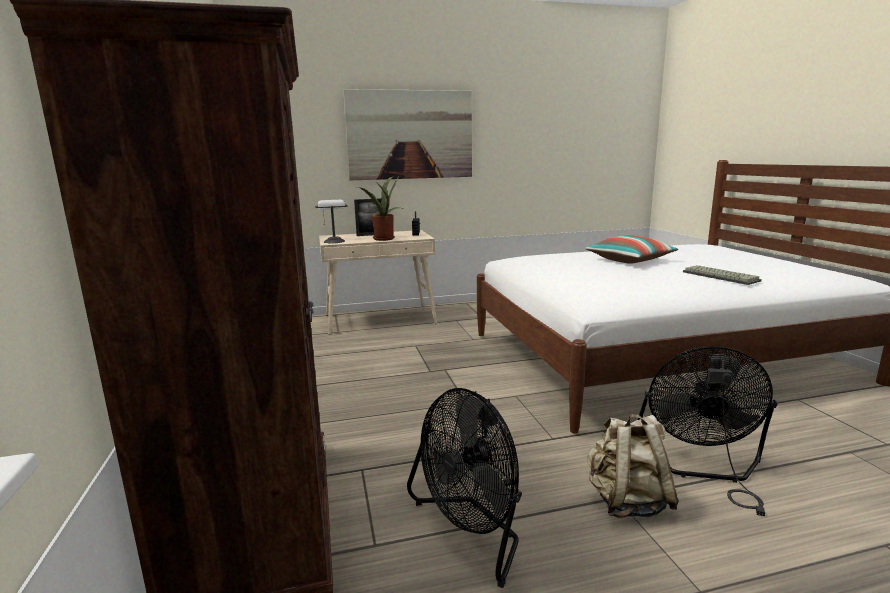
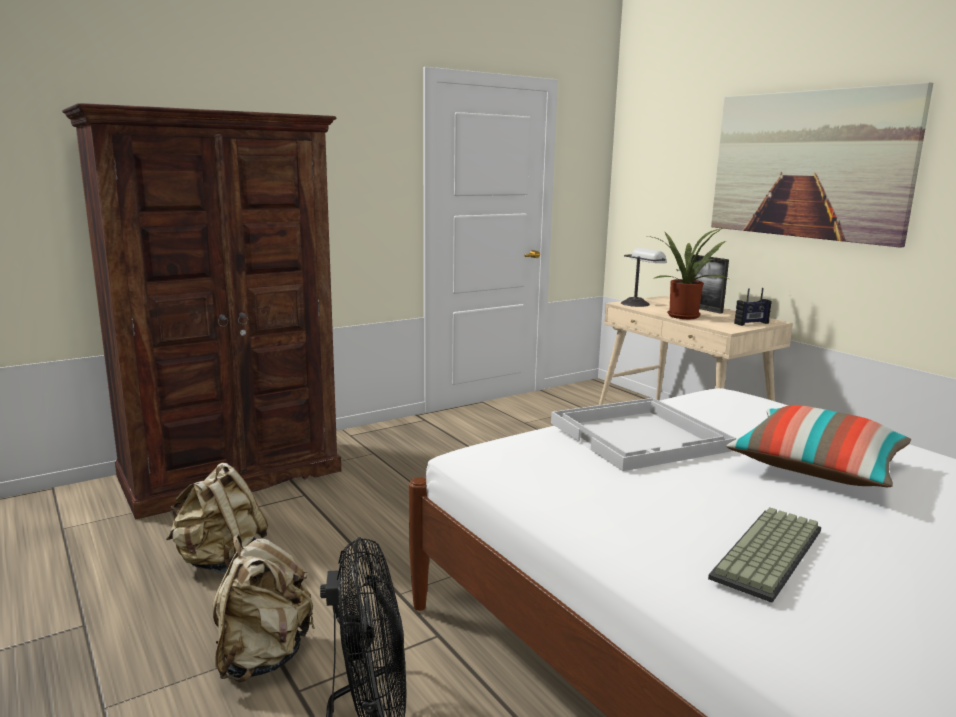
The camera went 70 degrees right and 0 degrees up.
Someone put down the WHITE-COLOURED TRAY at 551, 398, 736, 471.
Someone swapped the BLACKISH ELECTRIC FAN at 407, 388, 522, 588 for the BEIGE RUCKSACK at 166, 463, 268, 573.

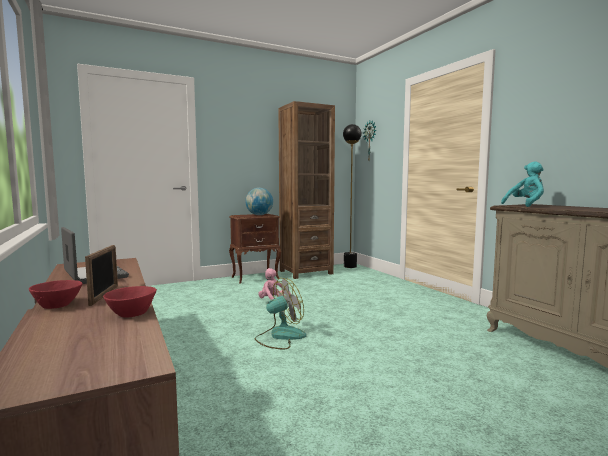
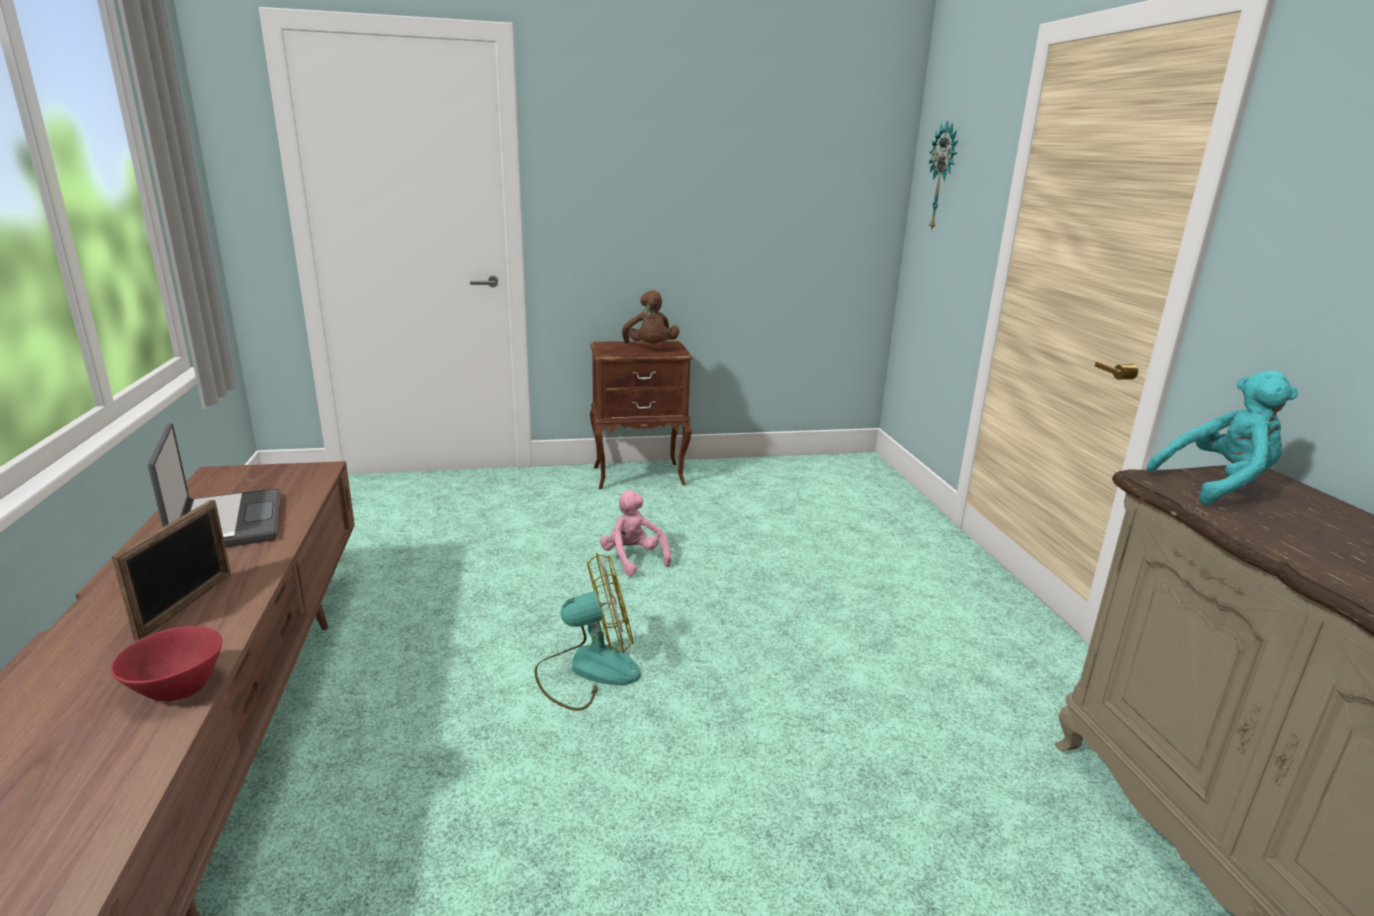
The camera went 15 degrees right and 15 degrees up.
Someone took away the RED-COLOURED DEEP DISH at 29, 280, 82, 309.
Someone took away the BROWNISH BOOKCASE at 278, 101, 335, 279.
Someone took away the BLACKISH STANDING LAMP at 343, 124, 362, 268.
Someone swapped the DESK GLOBE at 245, 188, 273, 215 for the BROWNISH CUDDLY TOY at 622, 290, 680, 344.

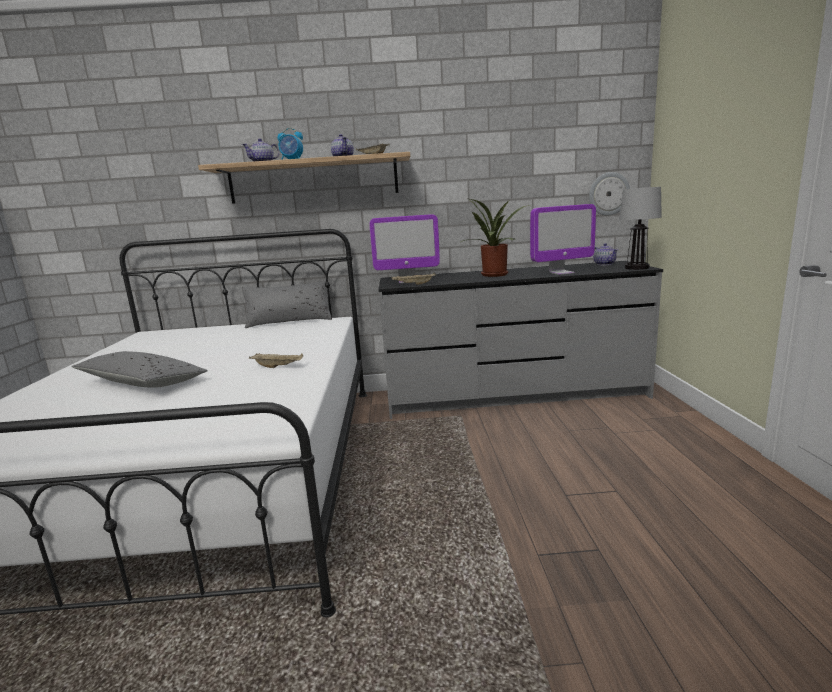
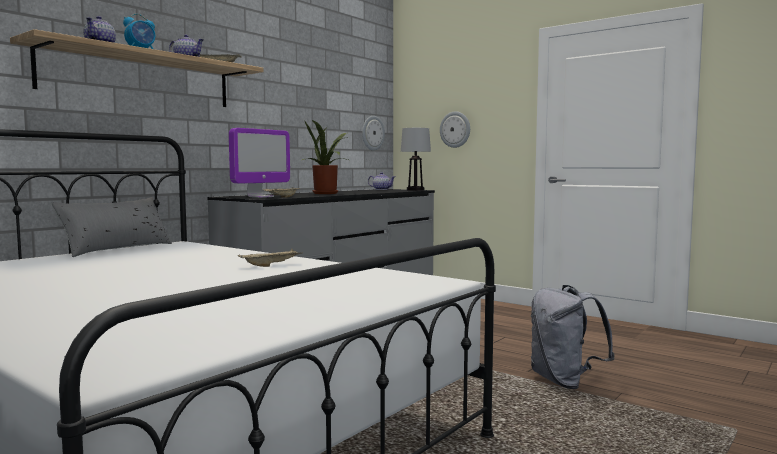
The camera went 50 degrees left and 10 degrees down.
Someone took away the GREY PILLOW at 71, 351, 208, 388.
Someone took away the COMPUTER SCREEN at 530, 204, 596, 275.
Someone put up the HANGING CLOCK at 440, 111, 470, 148.
Someone put down the GREY RUCKSACK at 531, 285, 615, 389.

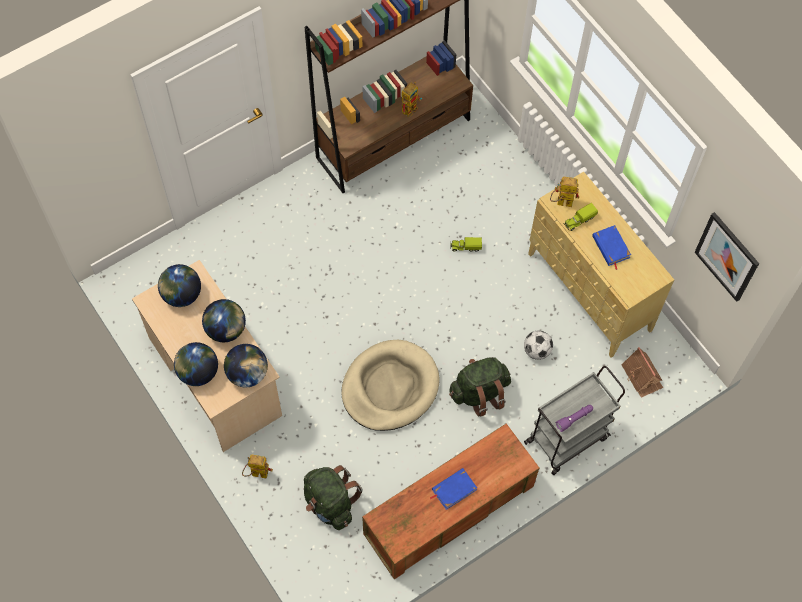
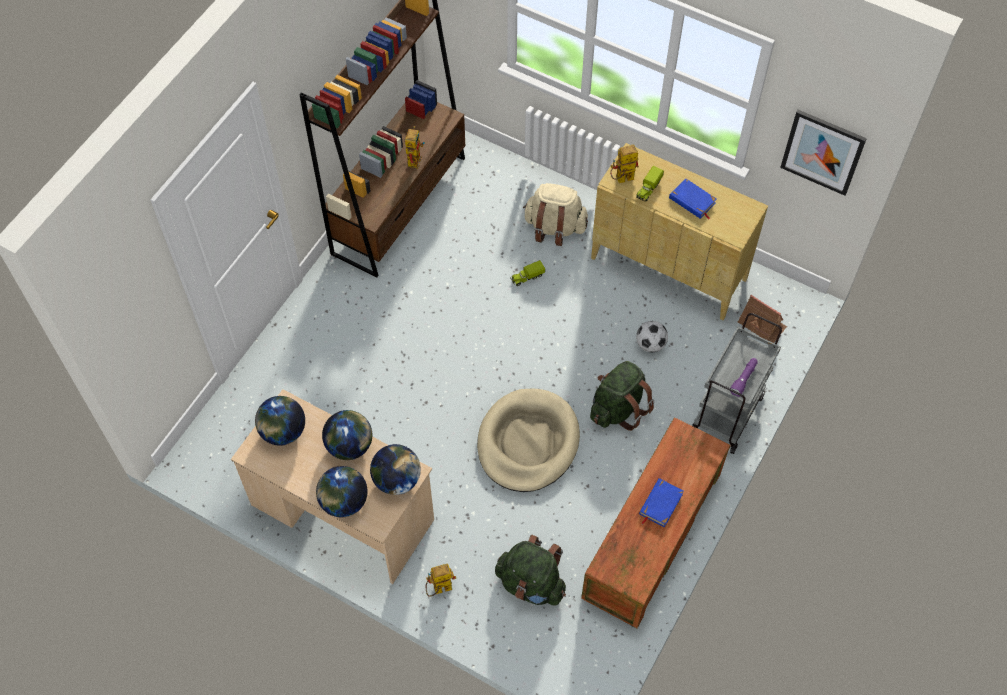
The camera went 25 degrees left and 5 degrees down.
Someone put down the BEIGE RUCKSACK at 523, 183, 588, 246.

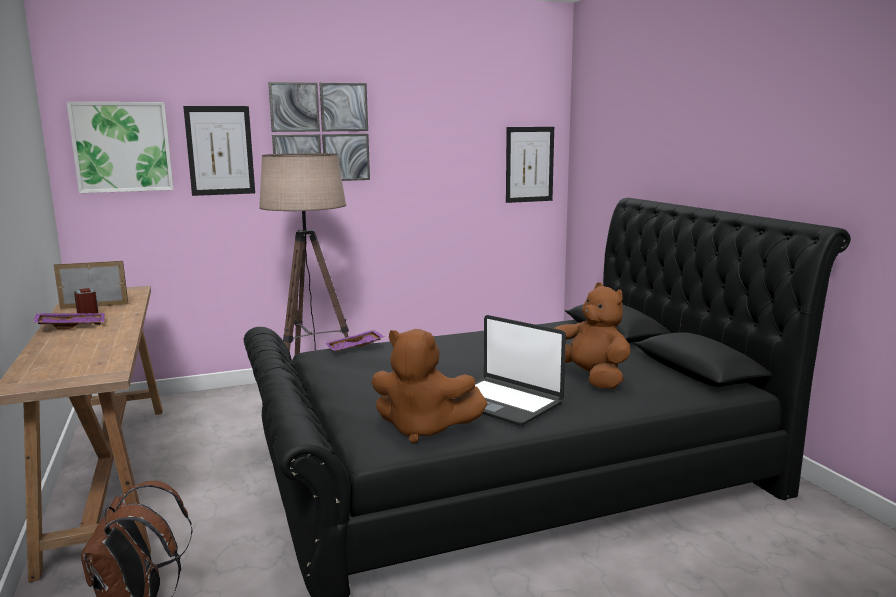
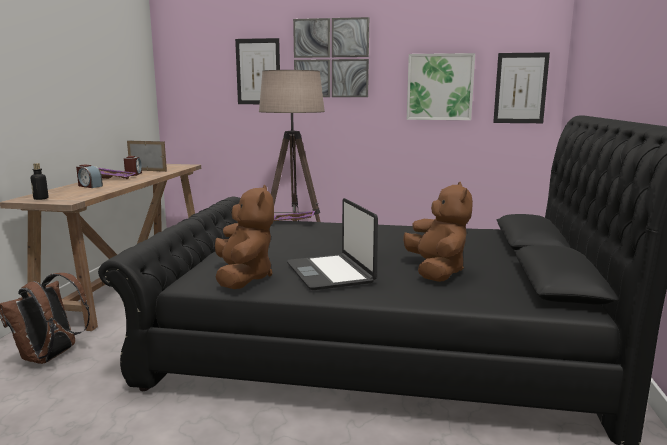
The camera went 30 degrees right and 0 degrees up.
Someone put down the DRINK BOTTLE at 31, 163, 49, 200.
Someone put down the TABLE CLOCK at 76, 164, 103, 188.
Someone carried the PICTURE from 67, 102, 174, 193 to 407, 53, 475, 120.
Someone rotated the BROWNISH CUDDLY TOY at 371, 329, 488, 444 by 150 degrees counterclockwise.

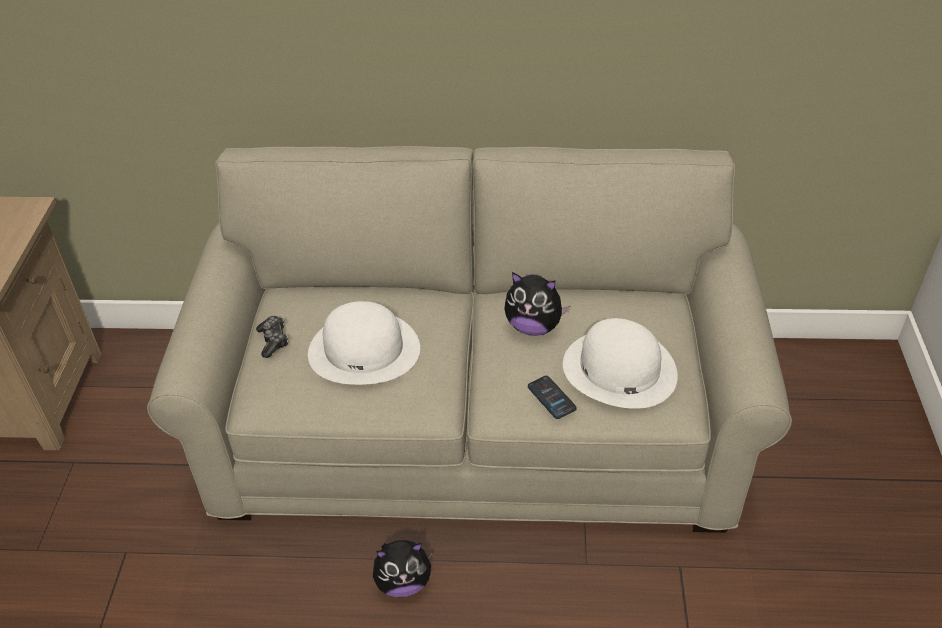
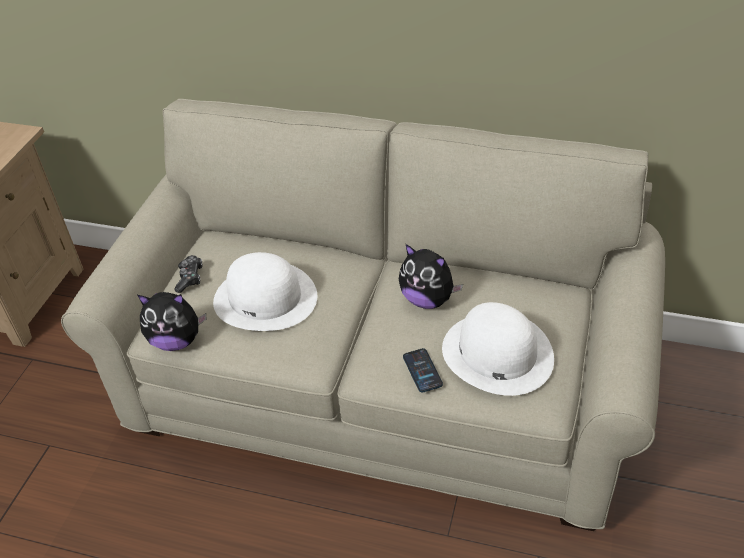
The camera went 15 degrees right and 0 degrees up.
Someone carried the CUDDLY TOY from 373, 540, 433, 597 to 138, 292, 206, 351.

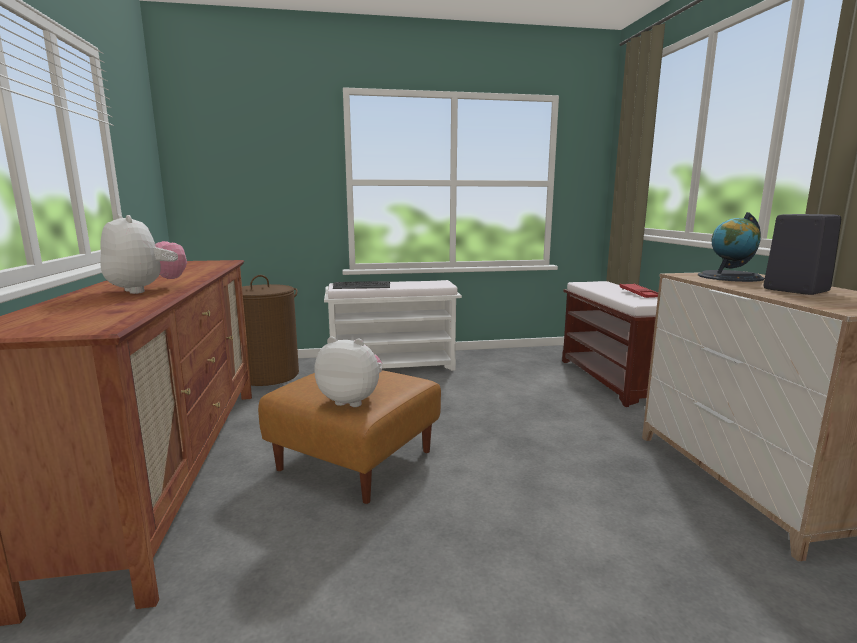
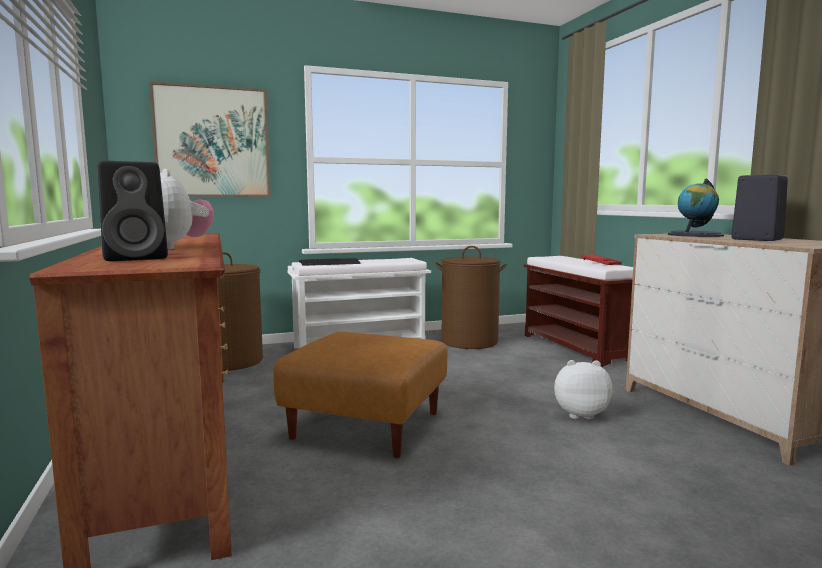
The camera went 10 degrees left and 5 degrees down.
Someone put down the BLACKISH AUDIO SPEAKER at 98, 161, 168, 261.
Someone put up the PICTURE at 149, 81, 271, 197.
Someone put down the BROWNISH LAUNDRY BASKET at 435, 246, 507, 349.
Someone carried the CUDDLY TOY from 314, 337, 382, 407 to 554, 360, 612, 419.

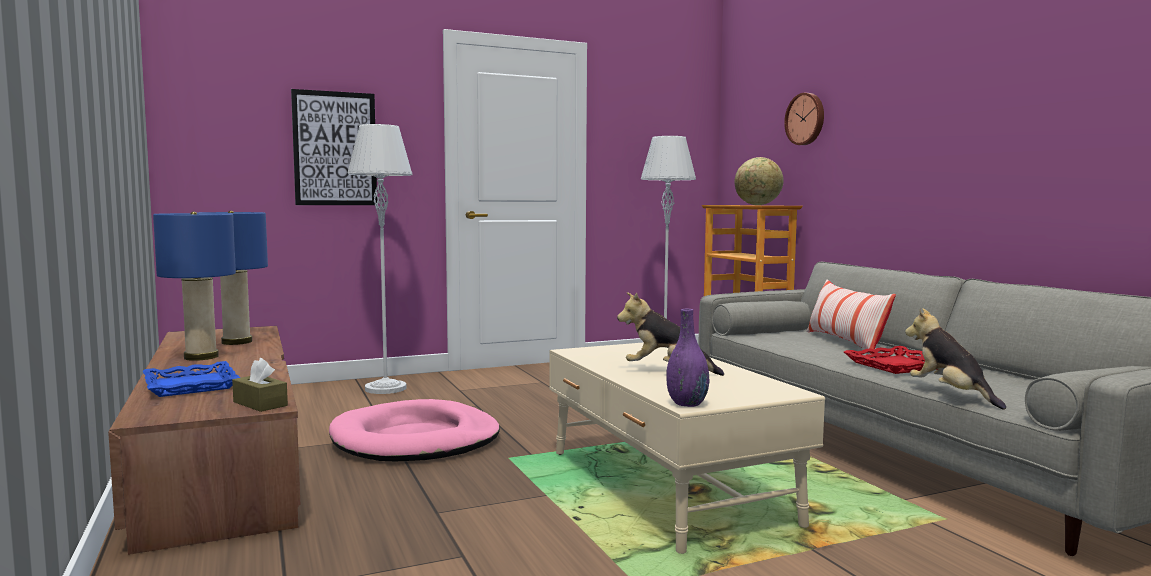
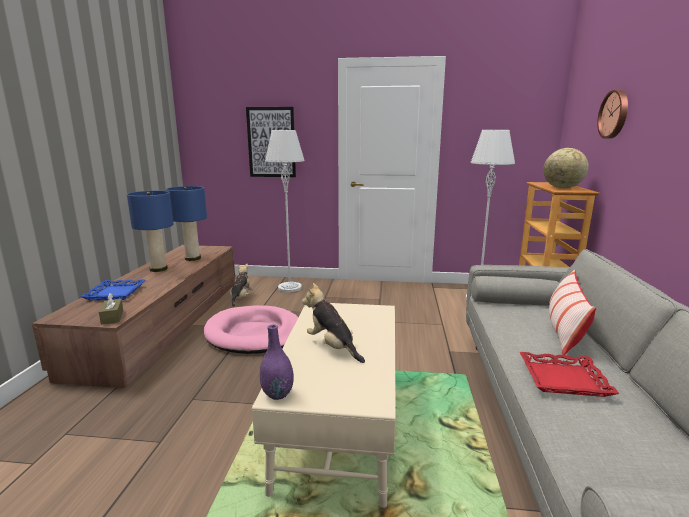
The camera went 30 degrees right and 10 degrees up.
Someone carried the CUDDLY TOY from 905, 308, 1006, 409 to 230, 264, 253, 307.

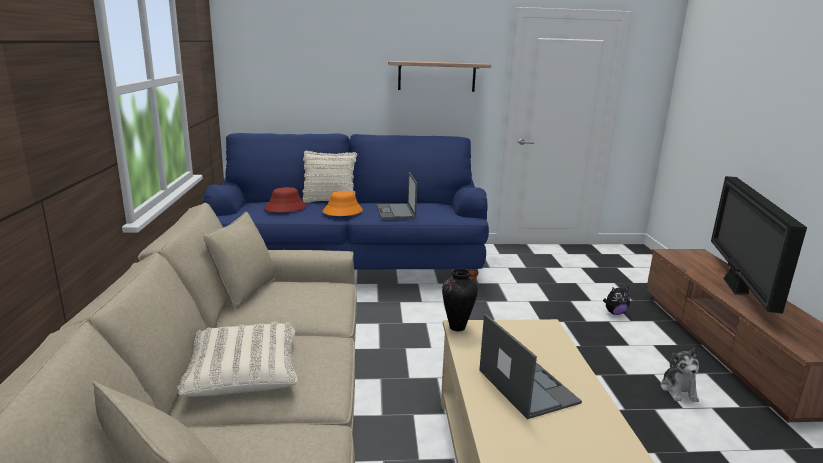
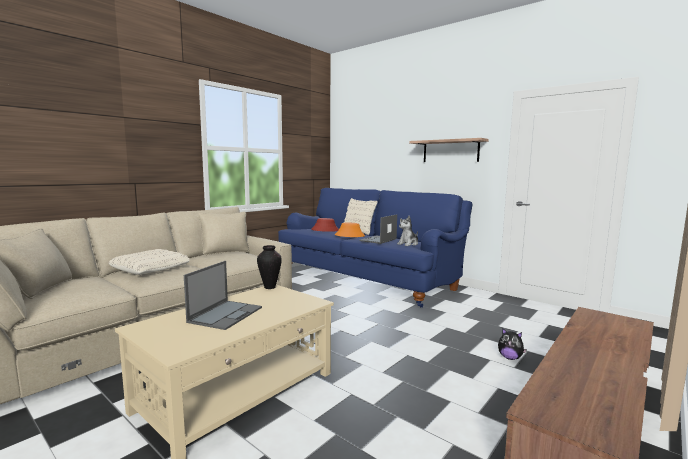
The camera went 45 degrees right and 10 degrees down.
Someone took away the TV SET at 711, 176, 807, 314.
Someone carried the CUDDLY TOY from 661, 347, 699, 402 to 397, 216, 418, 246.

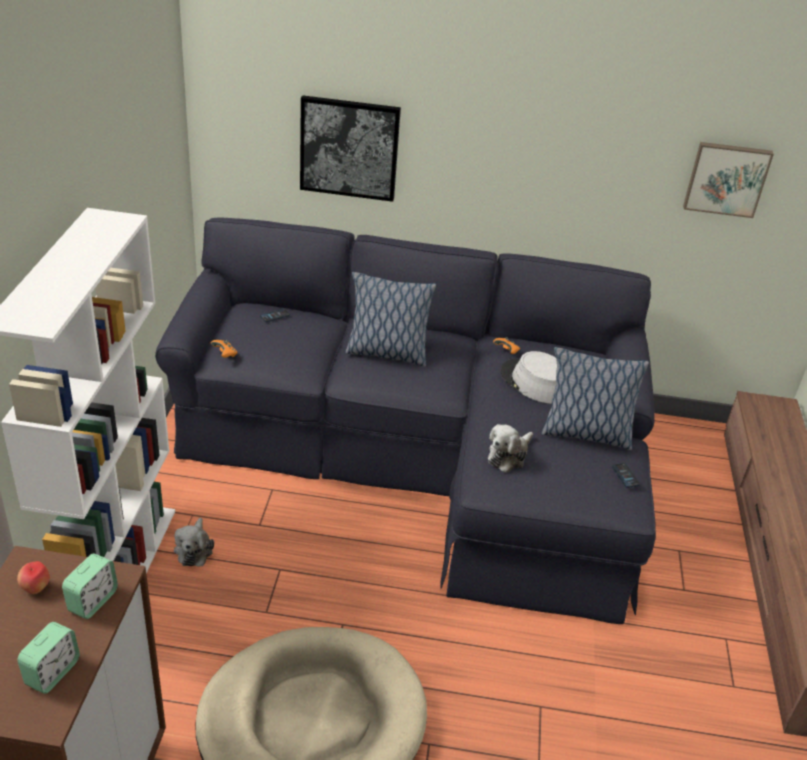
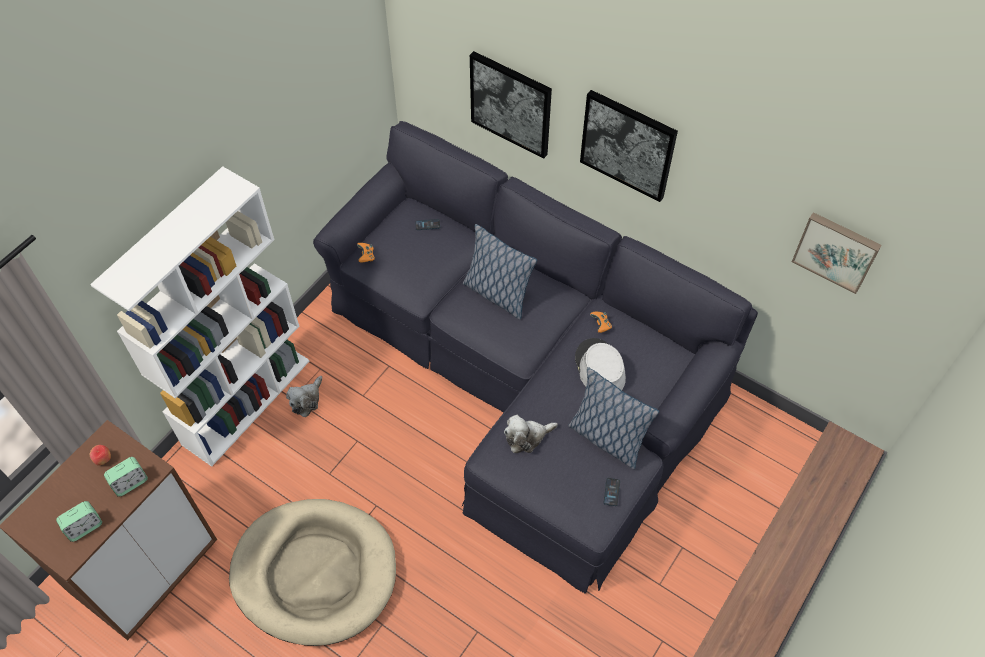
The camera went 30 degrees right and 20 degrees up.
Someone put up the PICTURE at 580, 90, 678, 202.

